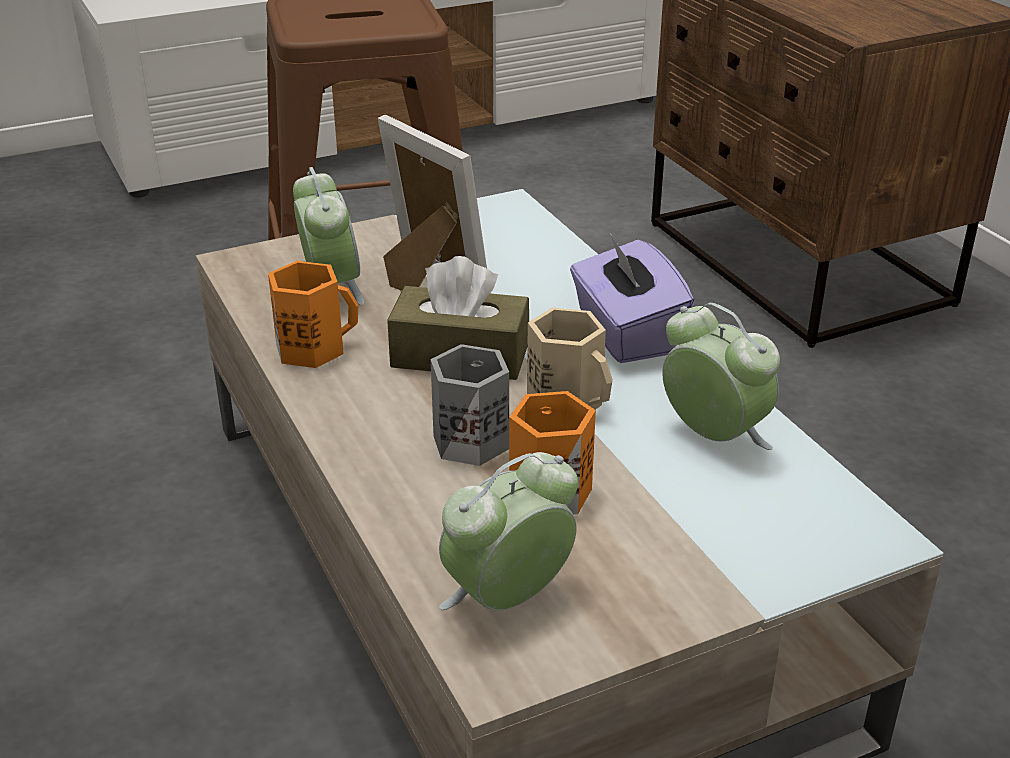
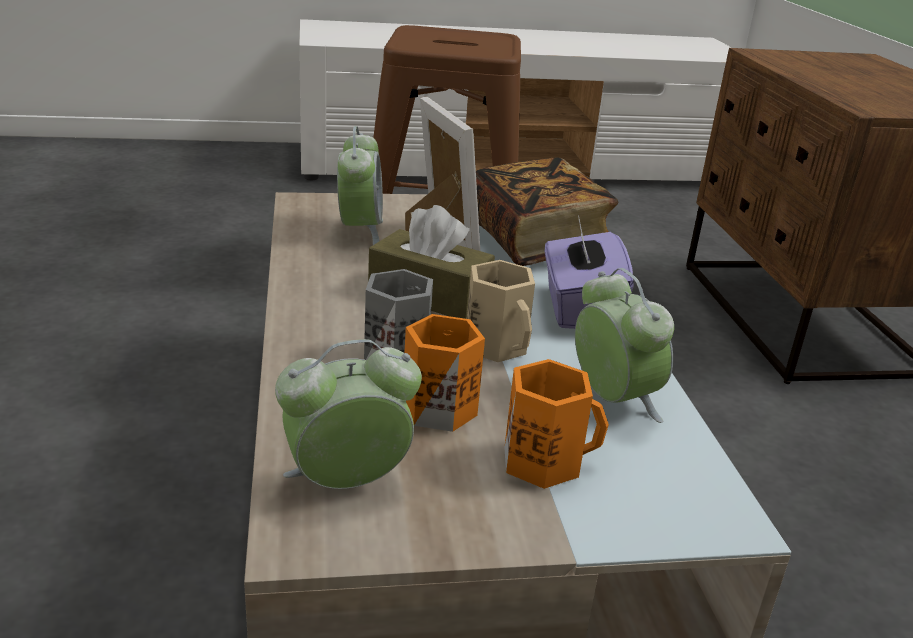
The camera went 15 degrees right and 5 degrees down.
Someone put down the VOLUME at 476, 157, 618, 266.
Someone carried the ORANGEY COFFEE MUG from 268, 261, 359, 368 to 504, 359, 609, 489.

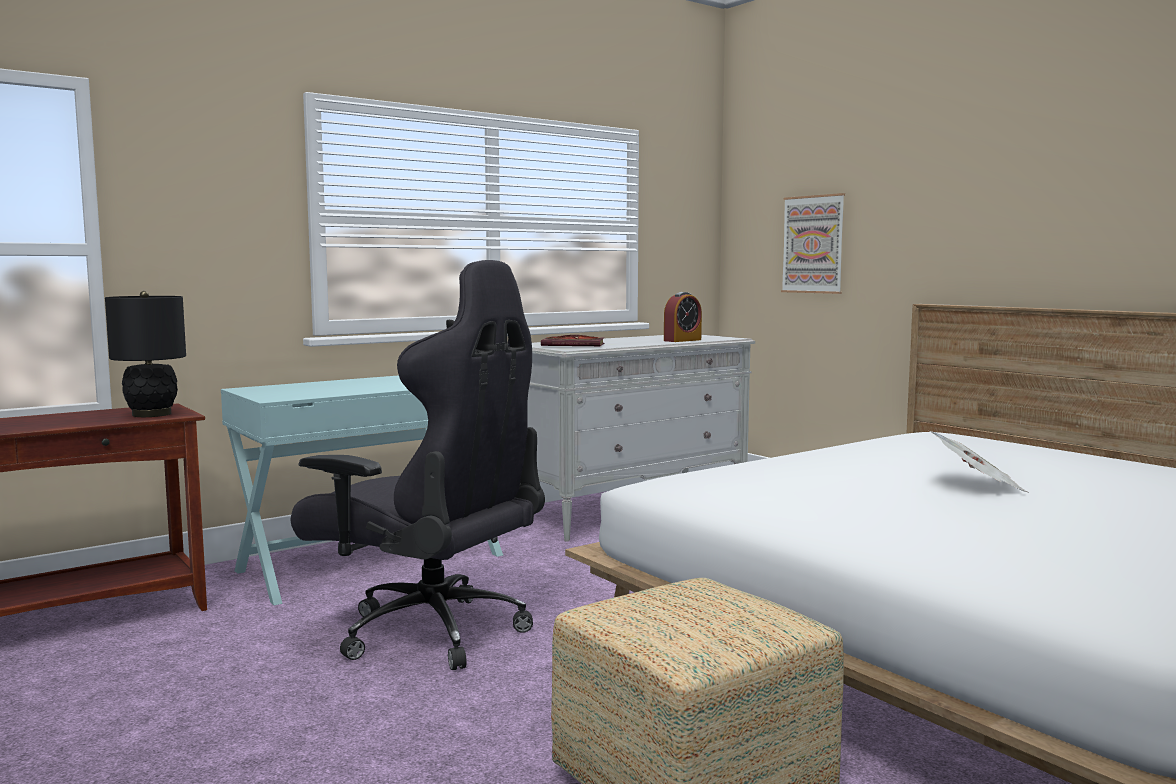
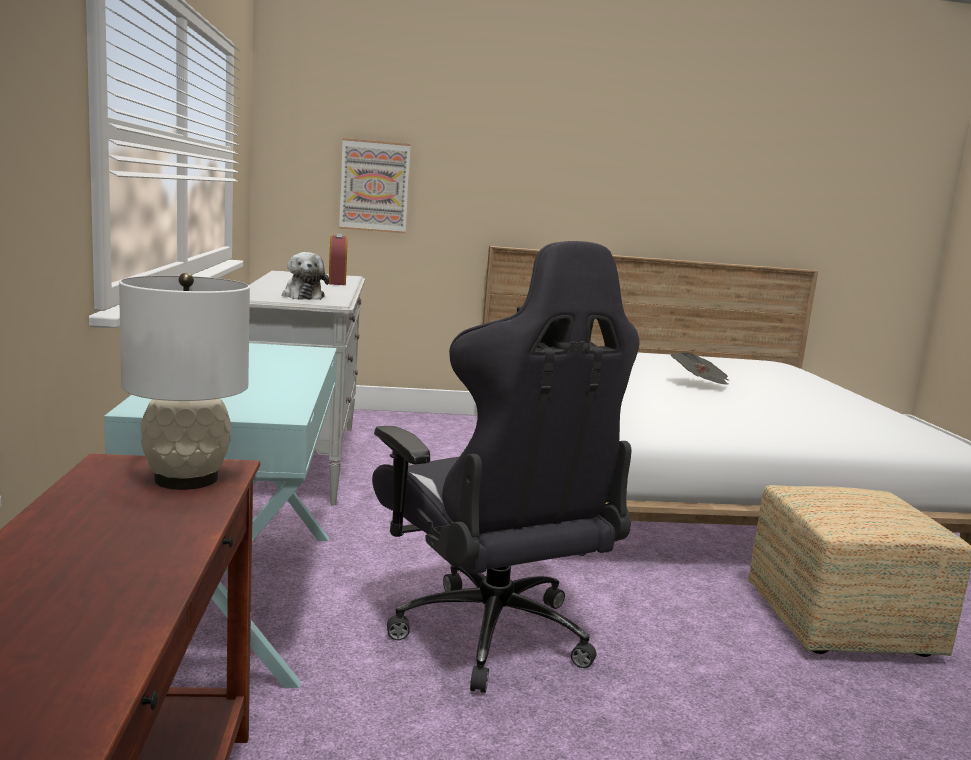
The camera went 60 degrees left and 5 degrees up.
Someone swapped the VOLUME at 541, 335, 605, 346 for the CUDDLY TOY at 282, 252, 329, 300.
Someone repainted the BLACKISH TABLE LAMP at 105, 291, 186, 417, which became the WHITE-COLOURED TABLE LAMP at 119, 273, 250, 490.
Someone rotated the BLACKISH COMPUTER CHAIR at 291, 260, 545, 670 by 90 degrees clockwise.

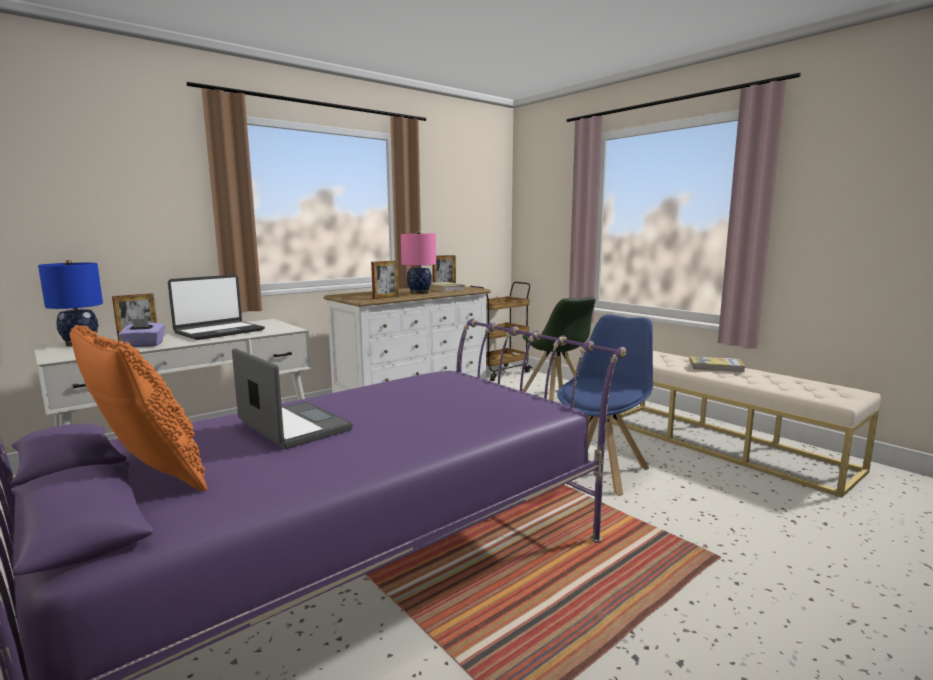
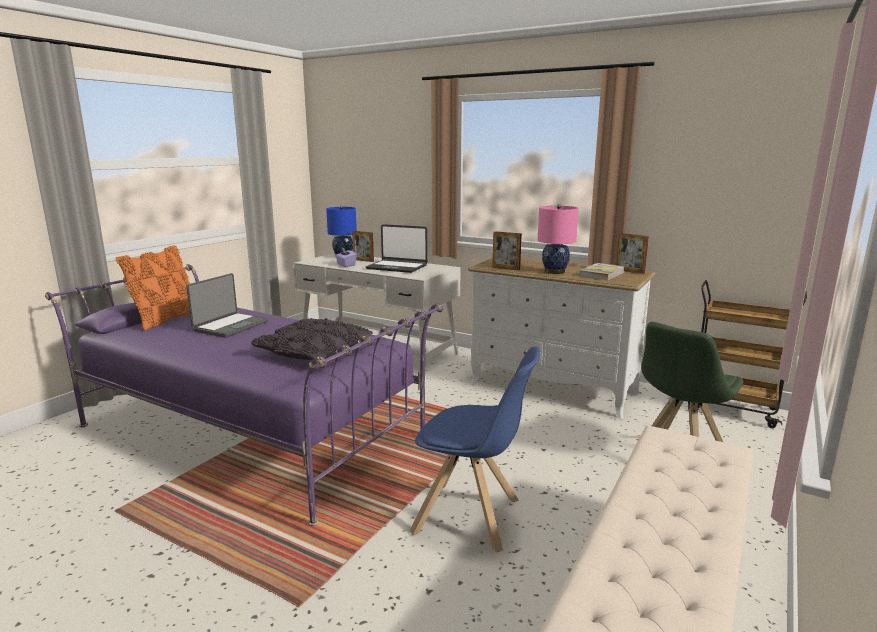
The camera went 70 degrees right and 5 degrees up.
Someone took away the VOLUME at 689, 356, 745, 373.
Someone put down the BLACKISH PILLOW at 251, 318, 373, 360.

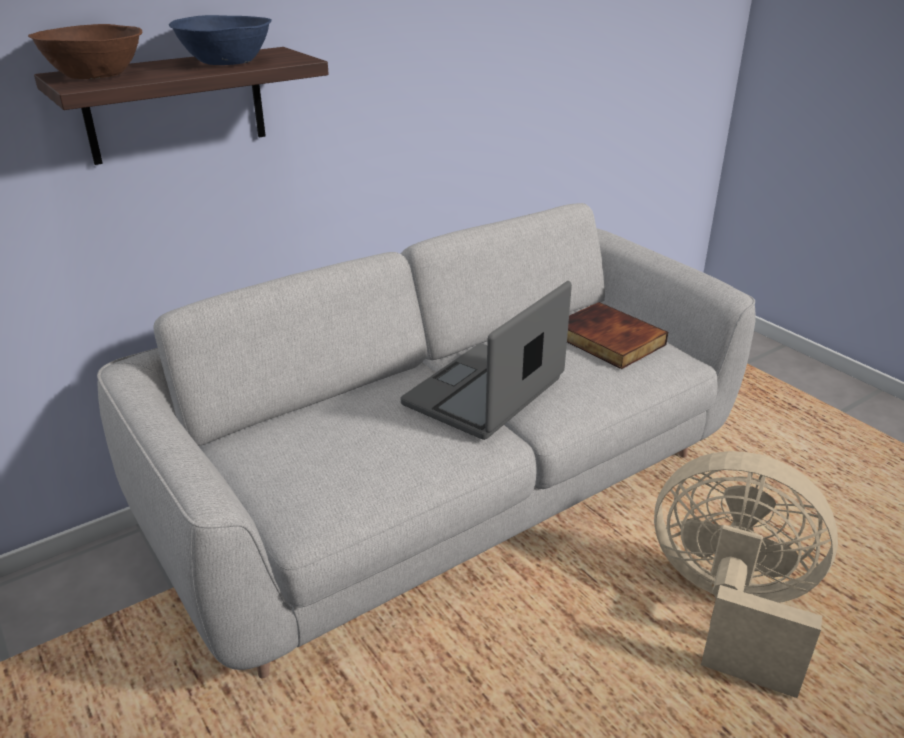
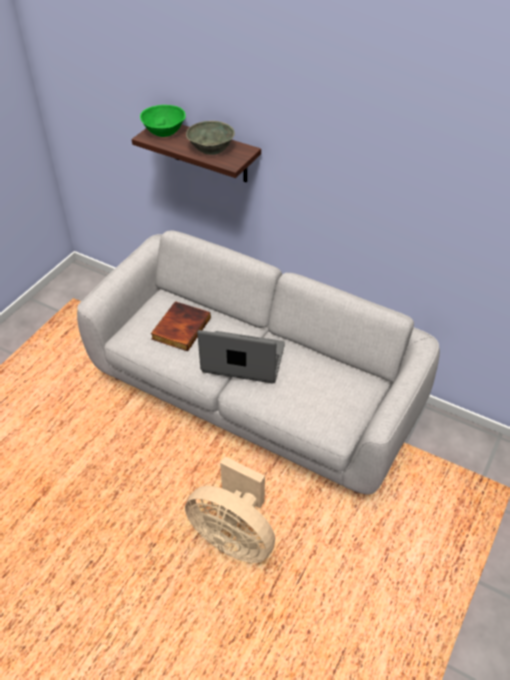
The camera went 65 degrees right and 15 degrees up.
Someone carried the VOLUME from 567, 302, 668, 369 to 151, 301, 211, 351.
Someone repainted the BROWNISH DEEP DISH at 28, 24, 142, 79, which became the GREEN DEEP DISH at 140, 105, 186, 137.
Someone repainted the BLUE-COLOURED DEEP DISH at 169, 15, 272, 65, which became the GREY DEEP DISH at 186, 121, 235, 155.
Someone rotated the BEIGE ELECTRIC FAN at 654, 451, 838, 698 by 120 degrees clockwise.

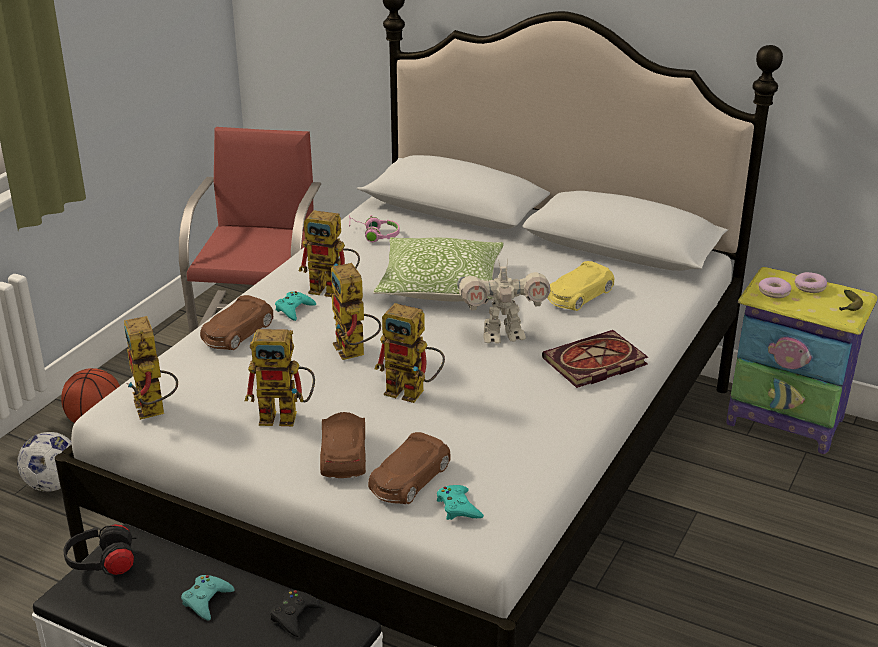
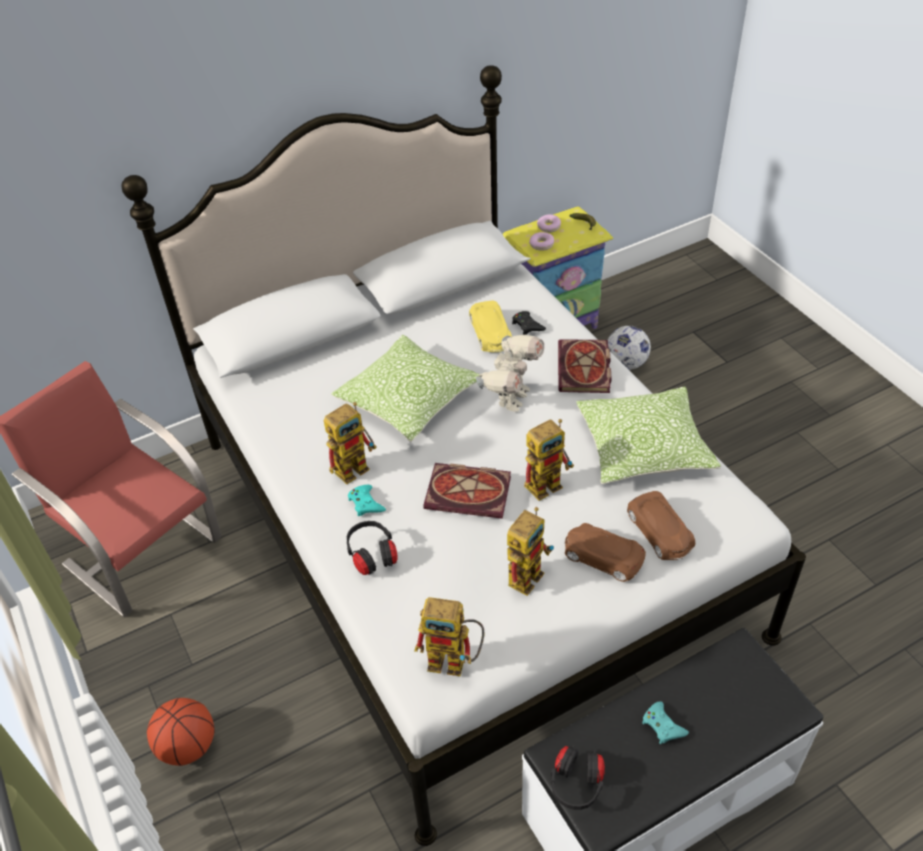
The camera went 55 degrees left and 15 degrees up.
Someone took away the PINKISH HEADPHONES at 349, 215, 400, 242.
Someone took away the TURQUOISE GAMEPAD at 437, 485, 484, 520.
Someone put down the PILLOW at 576, 387, 721, 484.
Someone carried the FOOTBALL from 17, 432, 72, 492 to 608, 326, 651, 370.
Someone carried the BLACKISH GAMEPAD from 270, 590, 323, 637 to 512, 311, 546, 335.
Someone swapped the BROWNISH TOY CAR at 200, 295, 273, 350 for the BLACKISH HEADPHONES at 347, 521, 397, 575.
Someone swapped the TOY ROBOT at 331, 263, 381, 360 for the VOLUME at 424, 463, 511, 519.

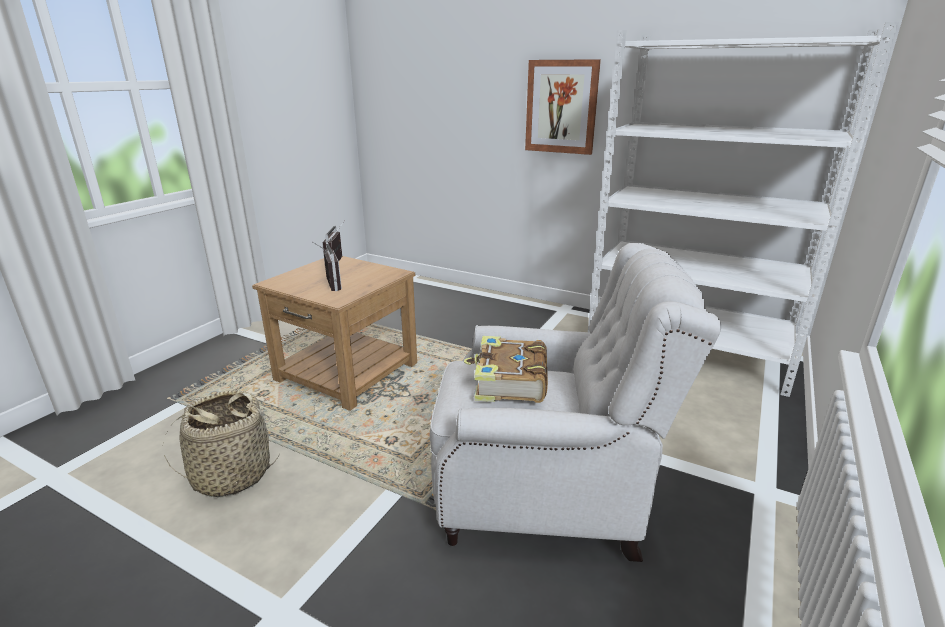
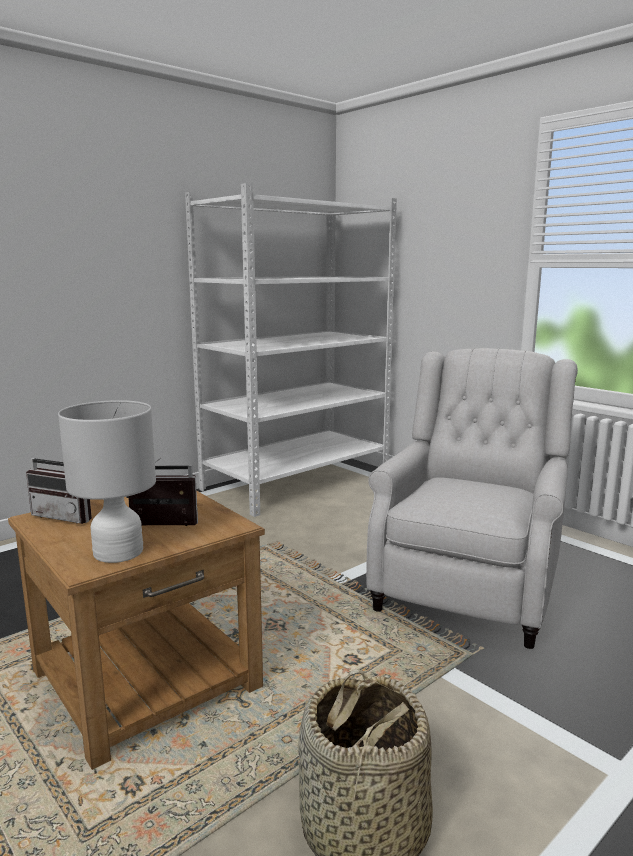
The camera went 70 degrees left and 10 degrees down.
Someone took away the VOLUME at 464, 336, 548, 403.
Someone took away the PICTURE at 525, 59, 601, 155.
Someone put down the GREY TABLE LAMP at 58, 400, 156, 563.

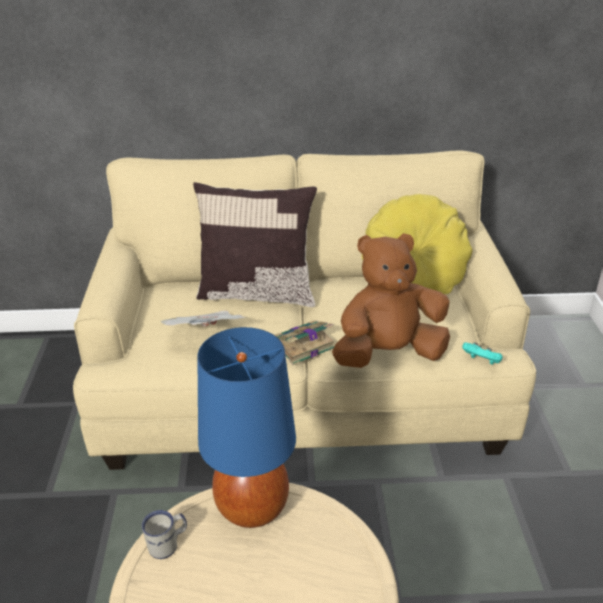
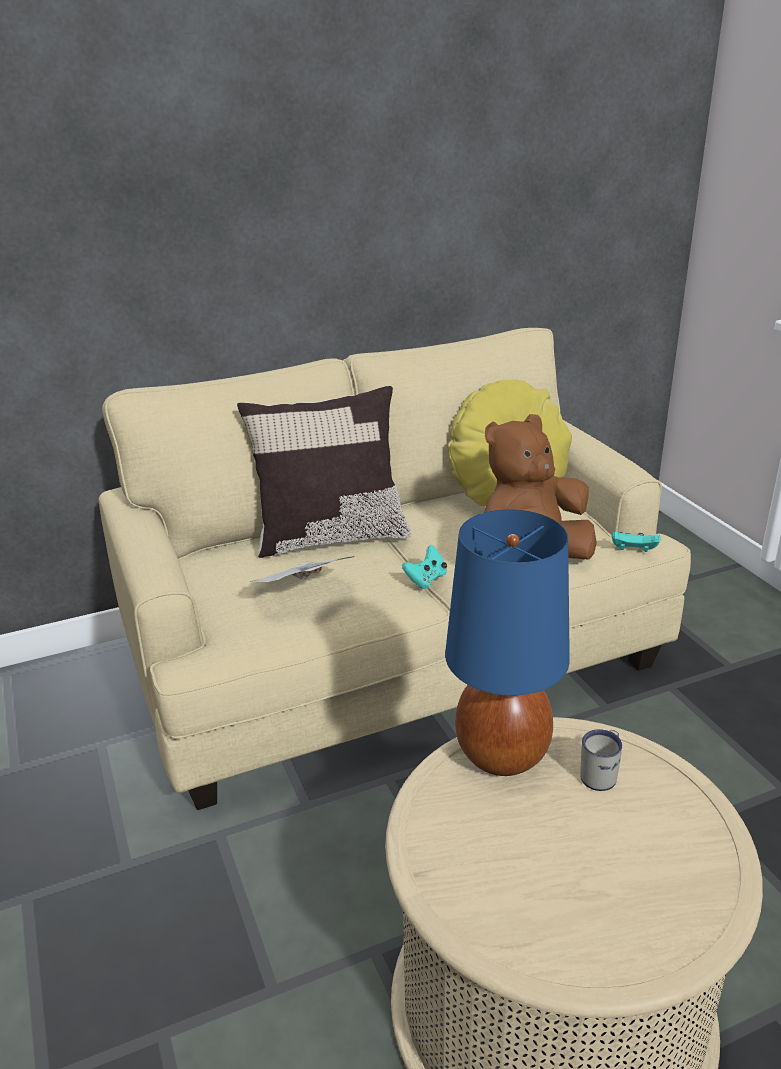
The camera went 20 degrees left and 5 degrees down.
Someone carried the WHITE-COLOURED COFFEE MUG from 142, 510, 187, 559 to 580, 729, 622, 791.
Someone swapped the VOLUME at 275, 320, 335, 365 for the TURQUOISE GAMEPAD at 402, 545, 447, 589.

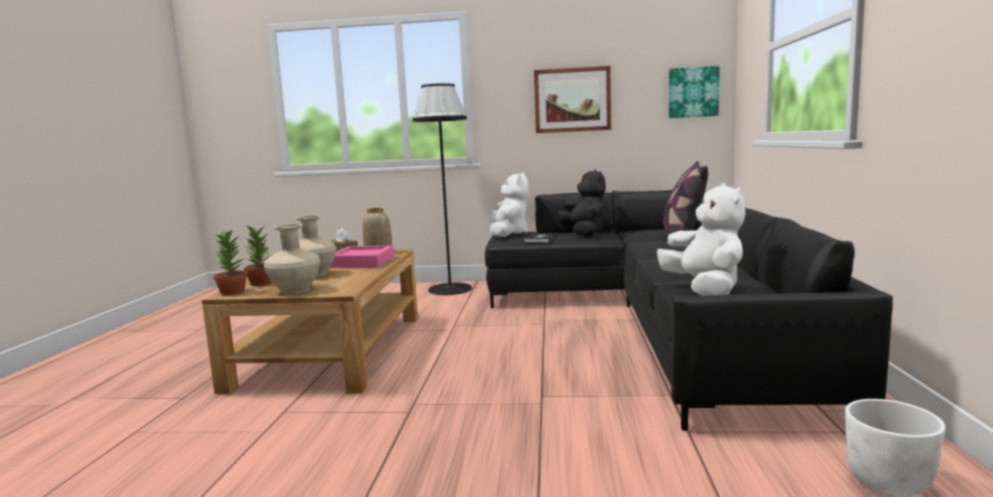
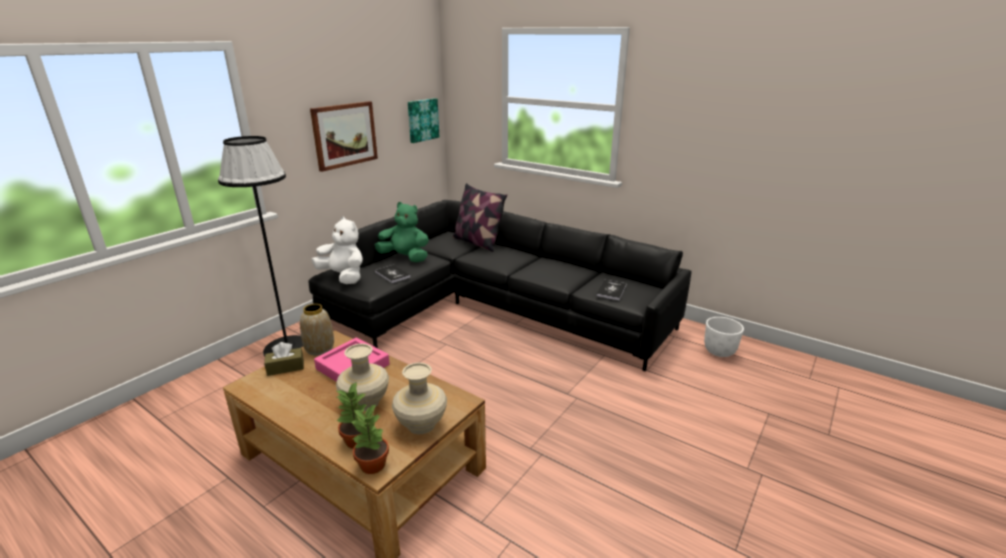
The camera went 60 degrees left and 15 degrees up.
Someone swapped the WHITE-COLOURED CUDDLY TOY at 657, 183, 746, 296 for the VOLUME at 596, 280, 627, 300.
Someone repainted the BLACKISH CUDDLY TOY at 558, 169, 606, 237, which became the GREEN CUDDLY TOY at 375, 202, 429, 262.

